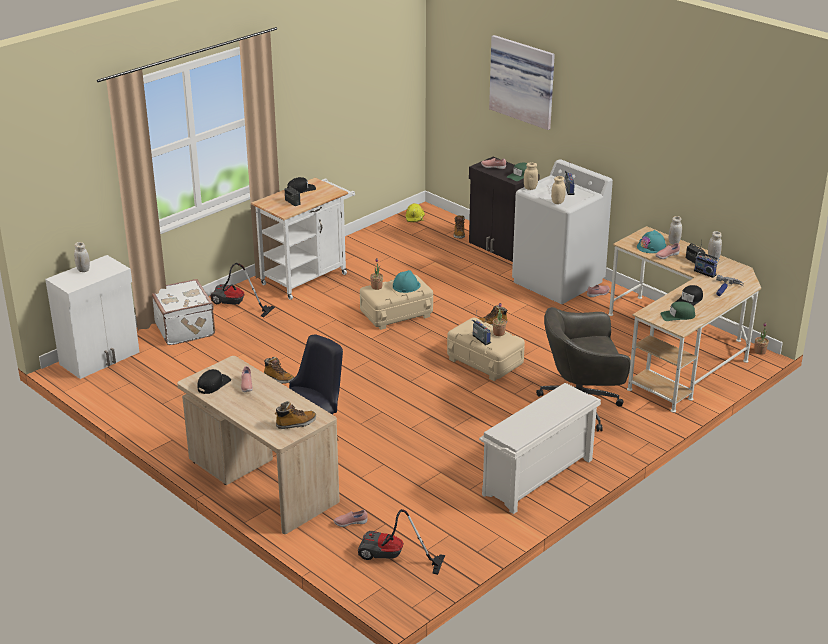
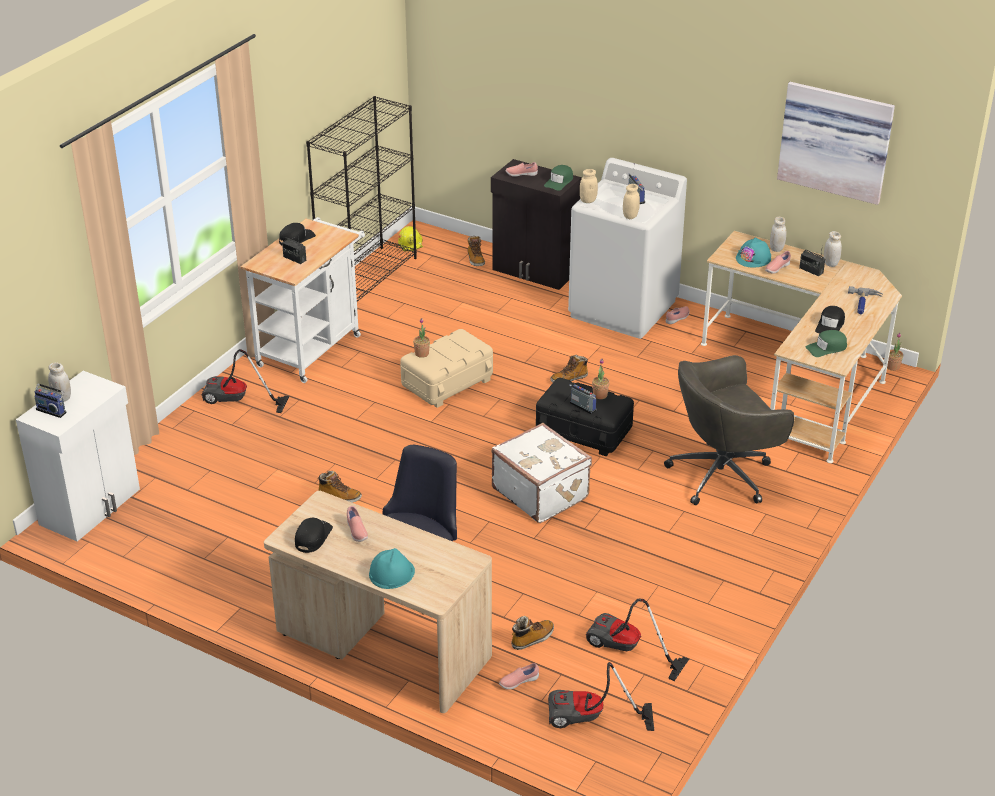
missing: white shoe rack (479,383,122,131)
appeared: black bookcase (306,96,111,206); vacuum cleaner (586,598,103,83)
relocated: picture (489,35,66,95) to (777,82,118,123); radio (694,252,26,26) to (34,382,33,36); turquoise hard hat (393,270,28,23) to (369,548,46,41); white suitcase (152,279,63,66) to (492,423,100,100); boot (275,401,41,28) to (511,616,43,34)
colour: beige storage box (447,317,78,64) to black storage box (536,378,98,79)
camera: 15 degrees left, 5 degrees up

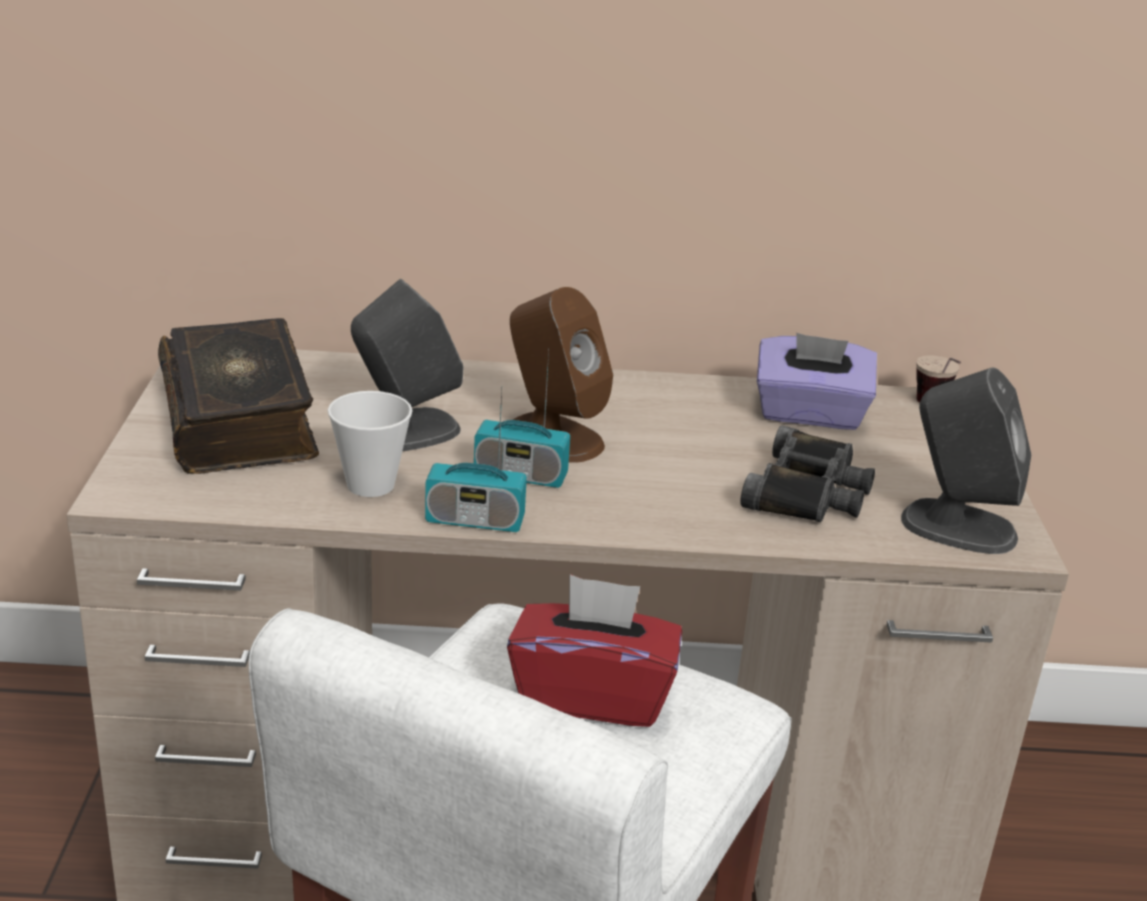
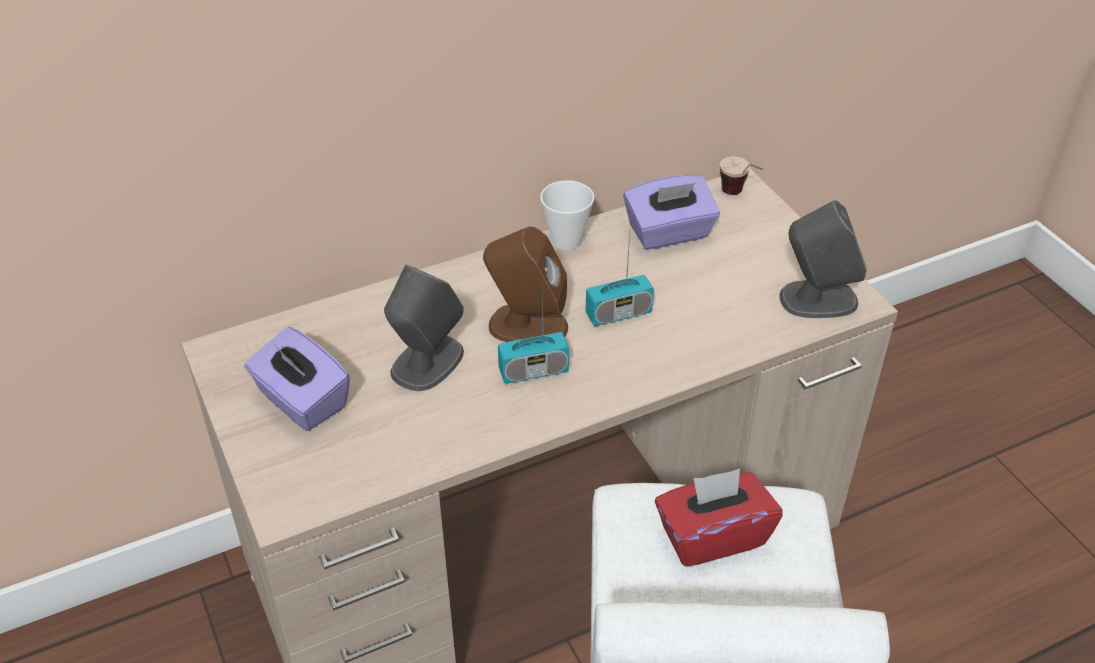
missing: black binoculars (740,425,135,97)
relocated: radio (425,389,102,143) to (586,234,68,92); cup (328,391,85,106) to (540,180,54,70)
exchanged: book (158,318,161,156) to purple tissue box (244,327,106,104)
camera: 25 degrees left, 15 degrees up

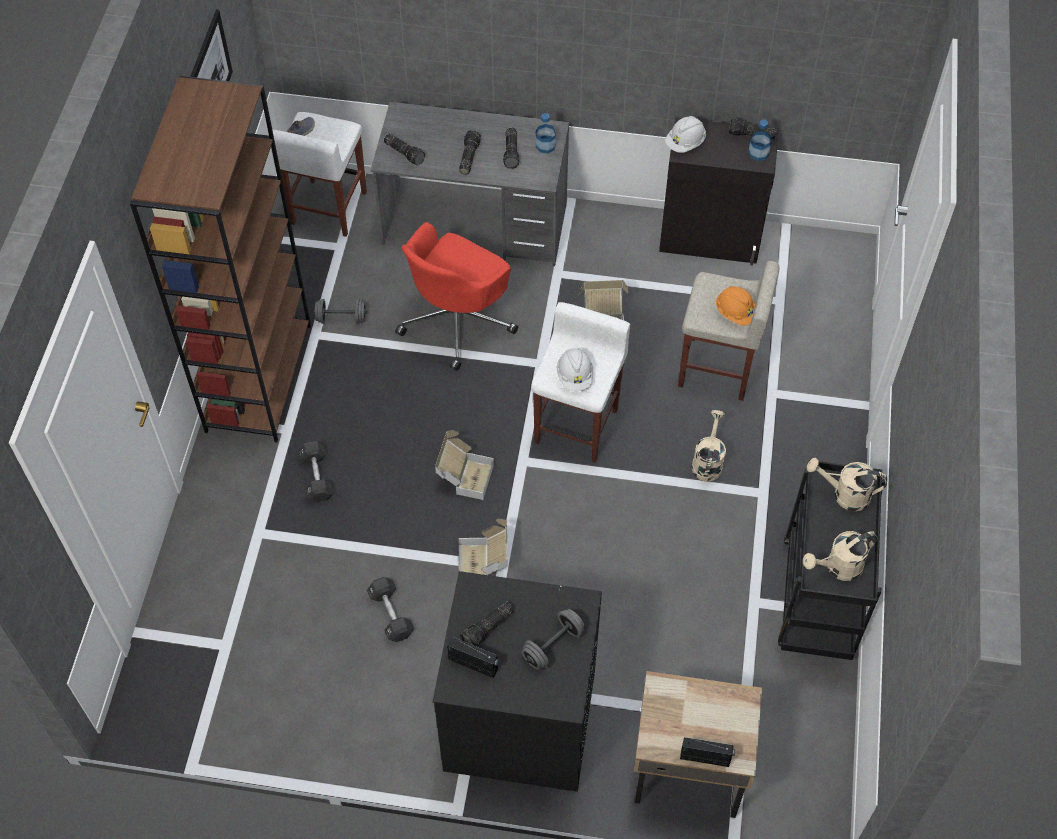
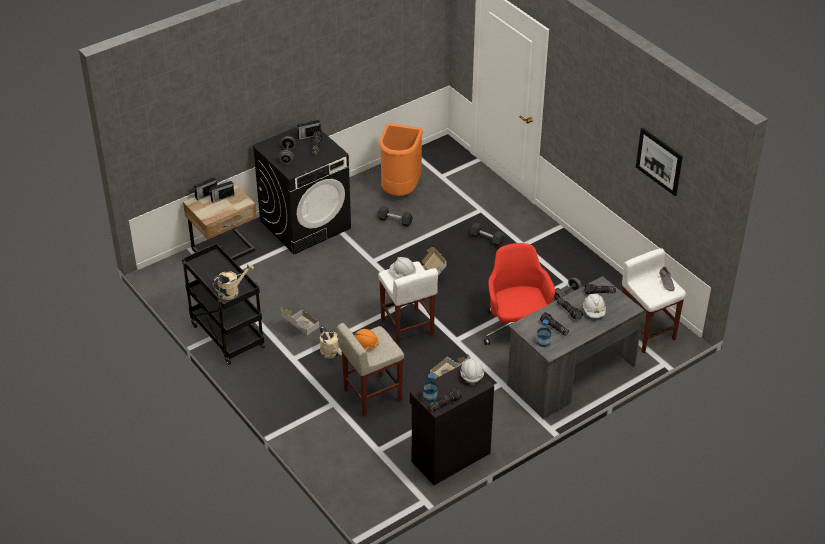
missing: brown bookcase (130,76,181,367); beige watering can (803,531,74,50)
appeared: orange trash can (379,124,44,72); radio (209,180,25,23); white hard hat (583,294,23,24)
relocated: cardboard box (459,519,49,56) to (280,307,39,28)
camera: 135 degrees right, 15 degrees down

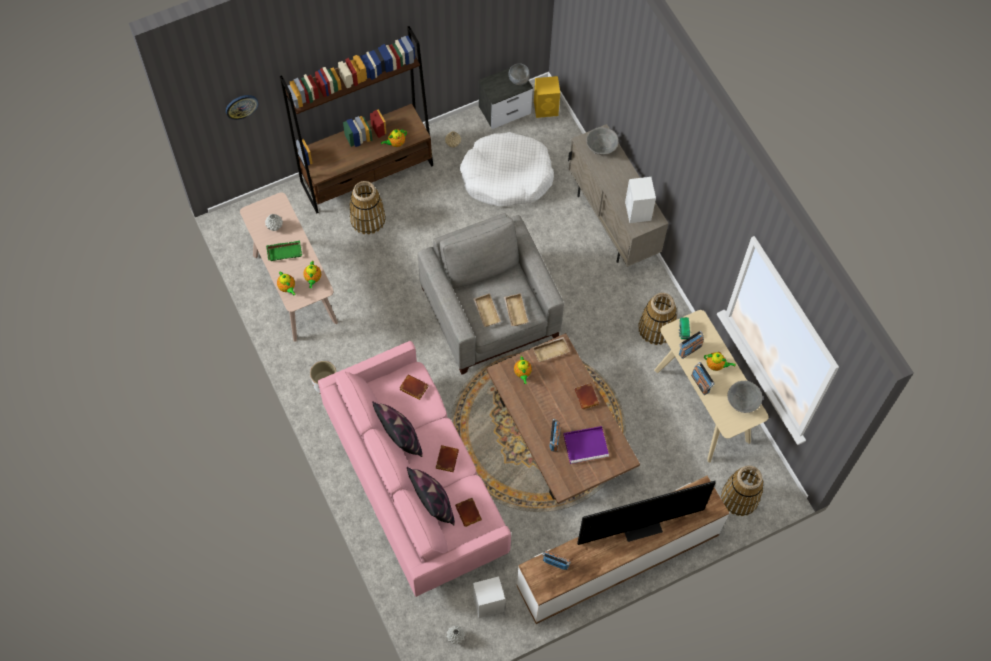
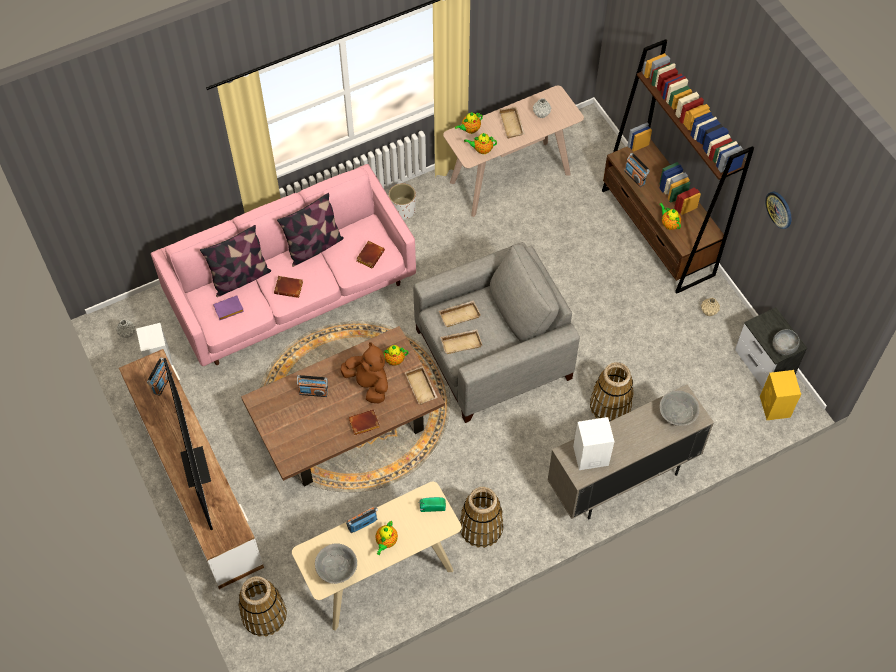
missing: white dog bed (460,132,94,74); purple tray (563,426,46,38)
appeared: brown plush toy (341,342,47,61)
relocated: wall clock (226,95,33,25) to (765,192,27,37); basket (349,181,37,54) to (590,362,43,60); radio (679,331,25,28) to (624,153,26,34)
colour: green tray (266,240,36,21) to beige tray (499,107,26,32); brown book (455,498,27,29) to purple book (213,295,31,25)
camera: 90 degrees right, 5 degrees down

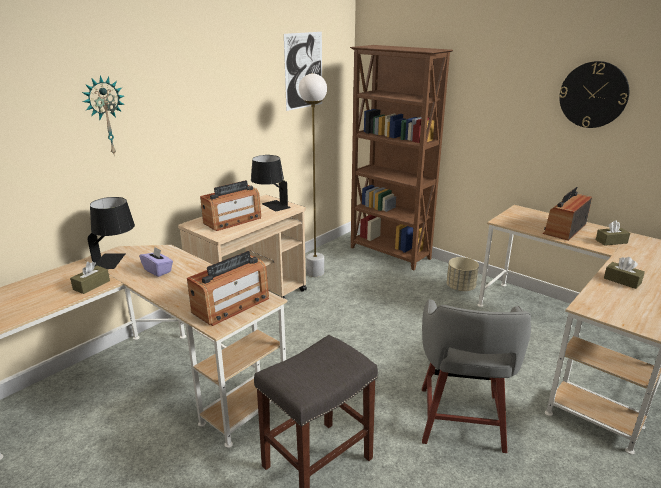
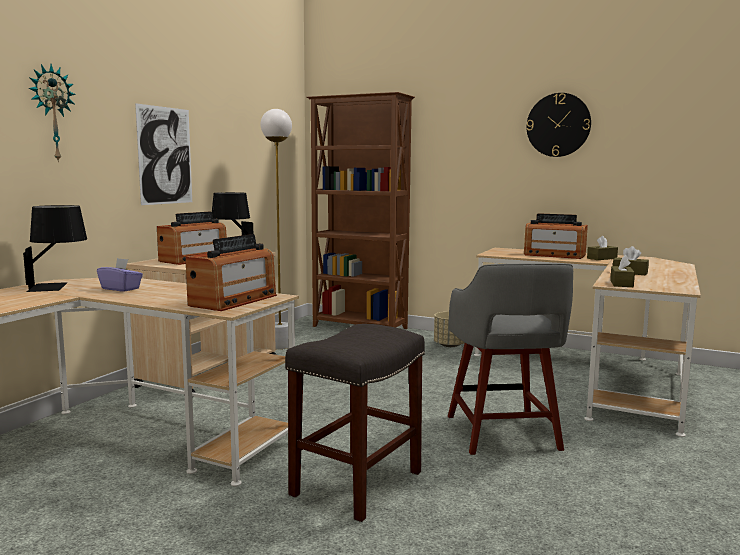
relocated: picture (284,32,38,79) to (135,103,57,102); brown tissue box (70,261,40,33) to (610,255,25,32)
spun: radio (543,187,49,54) = (524,213,64,46) 90 degrees counterclockwise
camera: 15 degrees left, 15 degrees down

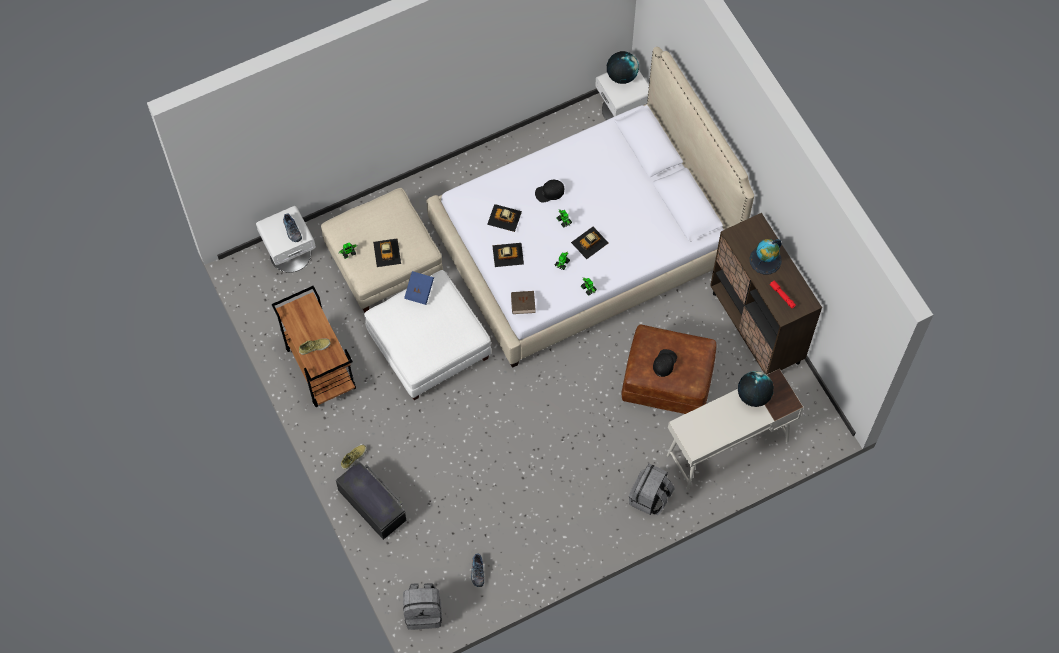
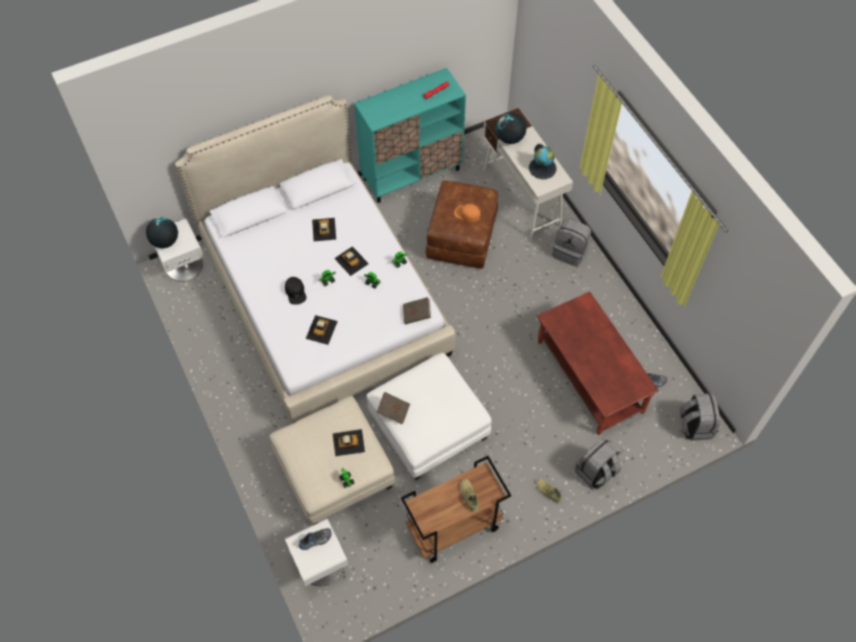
appeared: brown coffee table (537,292,122,143)
relocated: globe (750,239,32,35) to (529,144,28,35); toy car (492,243,32,24) to (312,218,24,23)
exchanged: black storage box (336,461,71,79) to grey backpack (575,437,46,53)
colour: brown cabinet (710,213,112,162) to turquoise cabinet (354,68,112,135); blue book (404,271,30,34) to brown book (377,392,33,33); black cap (653,349,24,28) to orange cap (454,204,27,19)
camera: 90 degrees left, 5 degrees down

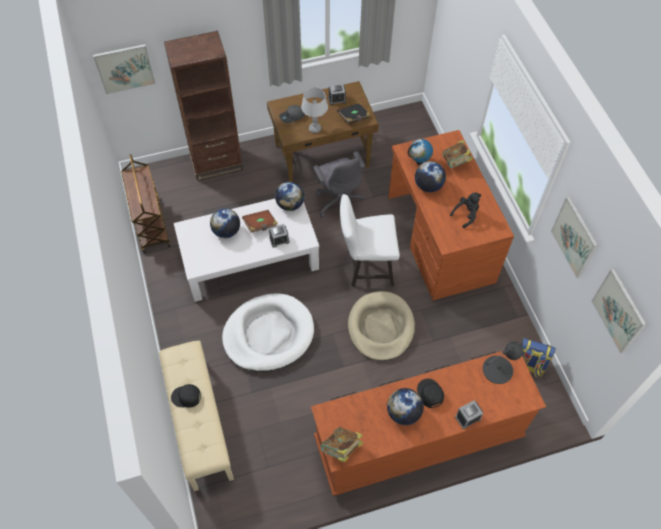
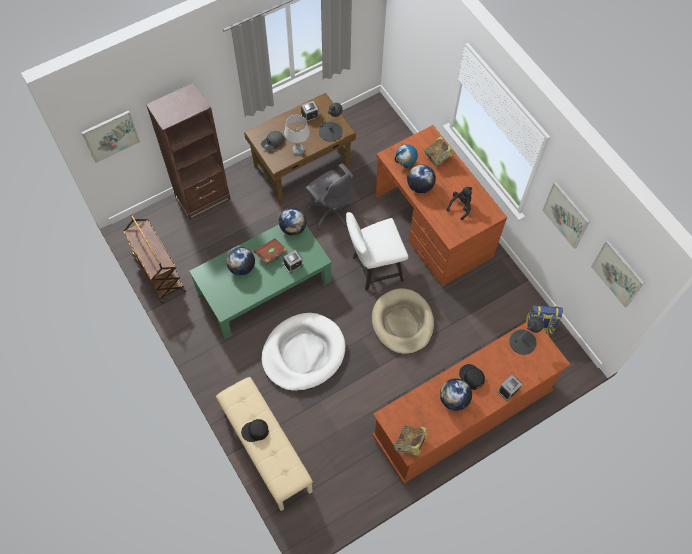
exchanged: black book (337,104,33,19) to black table lamp (319,103,24,39)
colour: white coffee table (174,199,145,103) to green coffee table (189,224,143,115)
camera: 15 degrees left, 5 degrees up

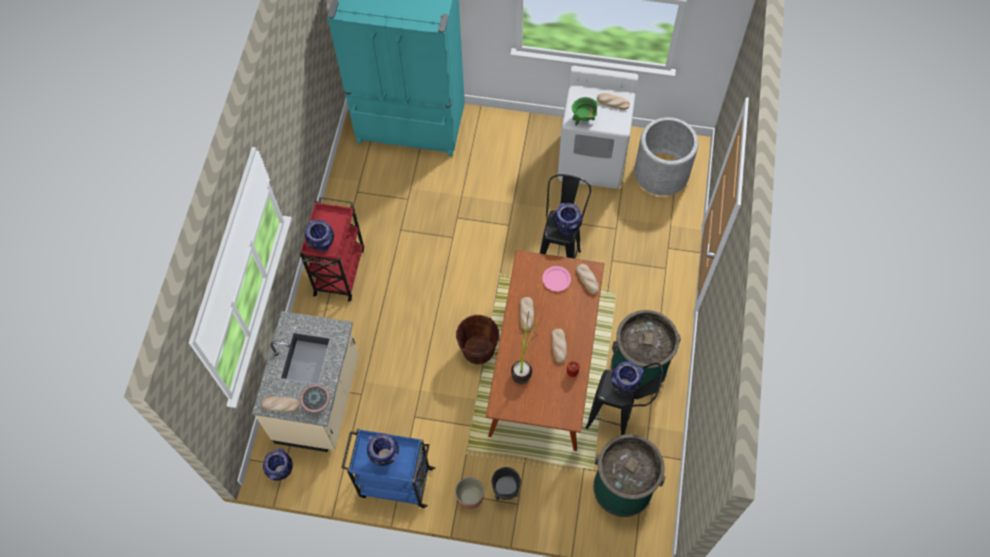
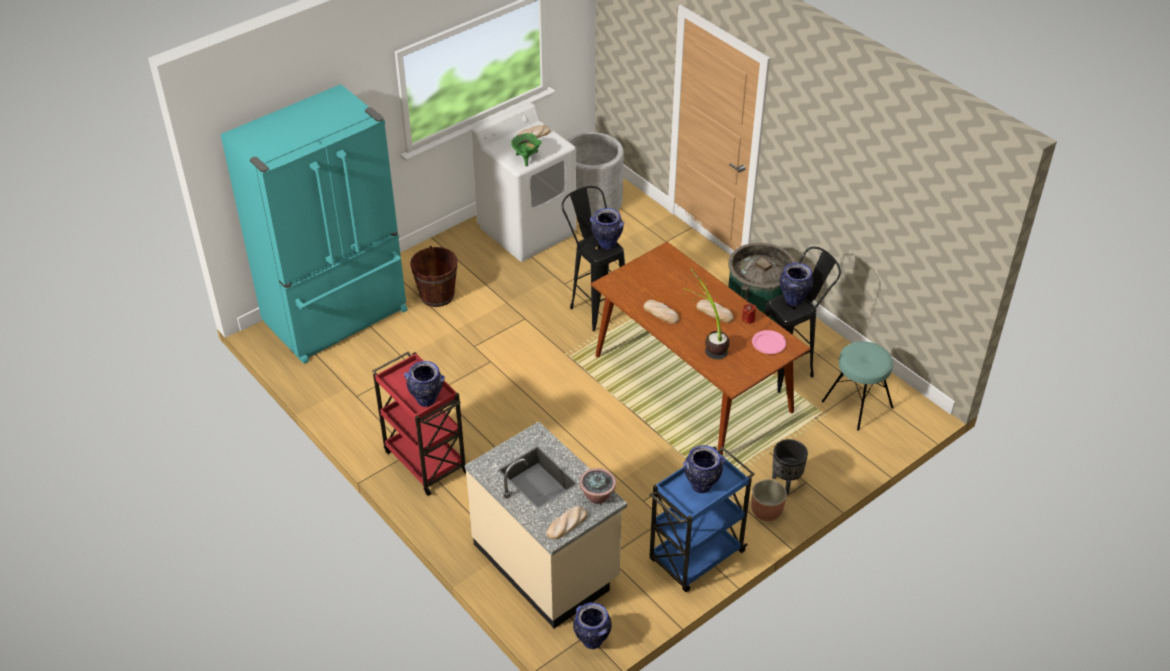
missing: bread (576,264,23,31)
relocated: pink plate (542,266,29,26) to (752,330,34,24); brown bucket (456,315,43,49) to (410,246,48,61)
exchanged: green trash can (593,434,73,83) to turquoise stool (822,341,72,90)
camera: 50 degrees left, 20 degrees down

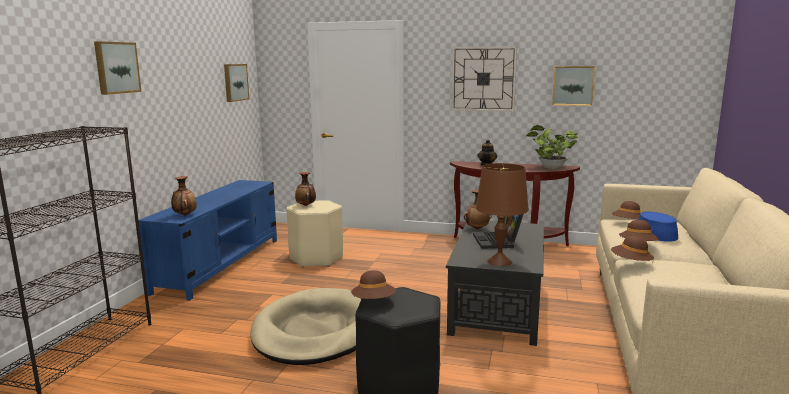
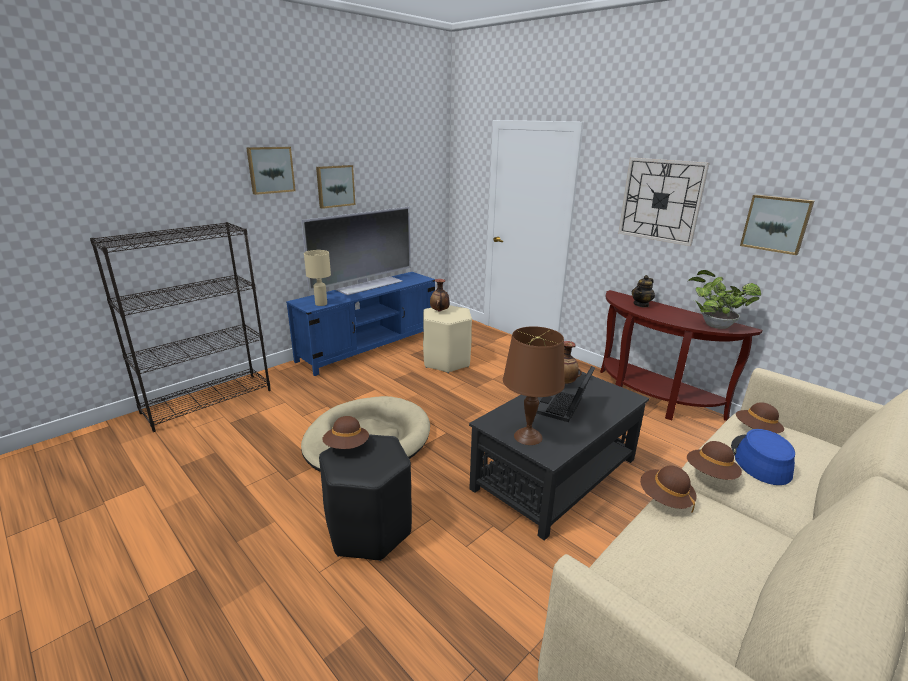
appeared: television (301,206,110,89)
relocated: picture (224,64,25,38) to (316,165,39,44)
exchanged: vase (171,176,26,40) to beige table lamp (304,250,27,56)
camera: 30 degrees right, 10 degrees up

